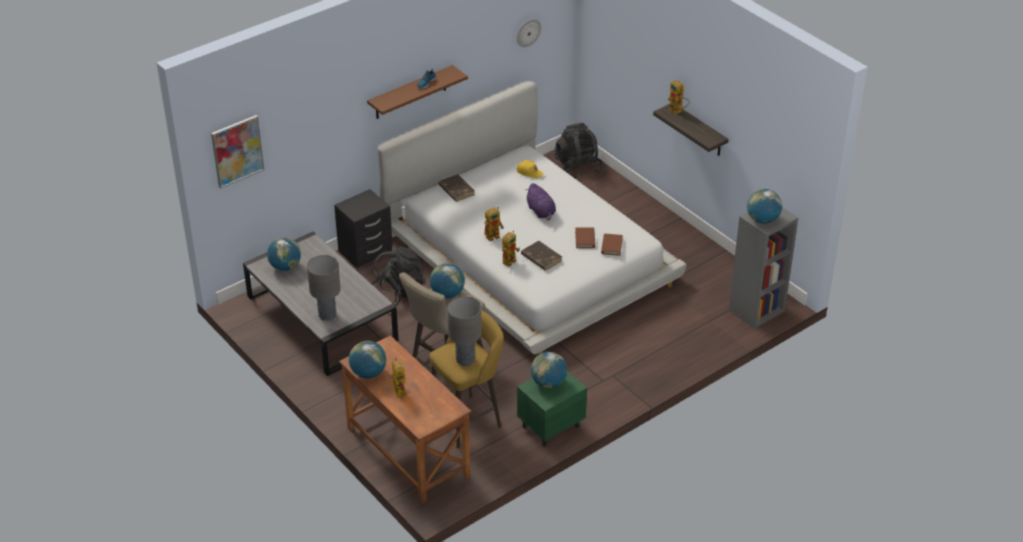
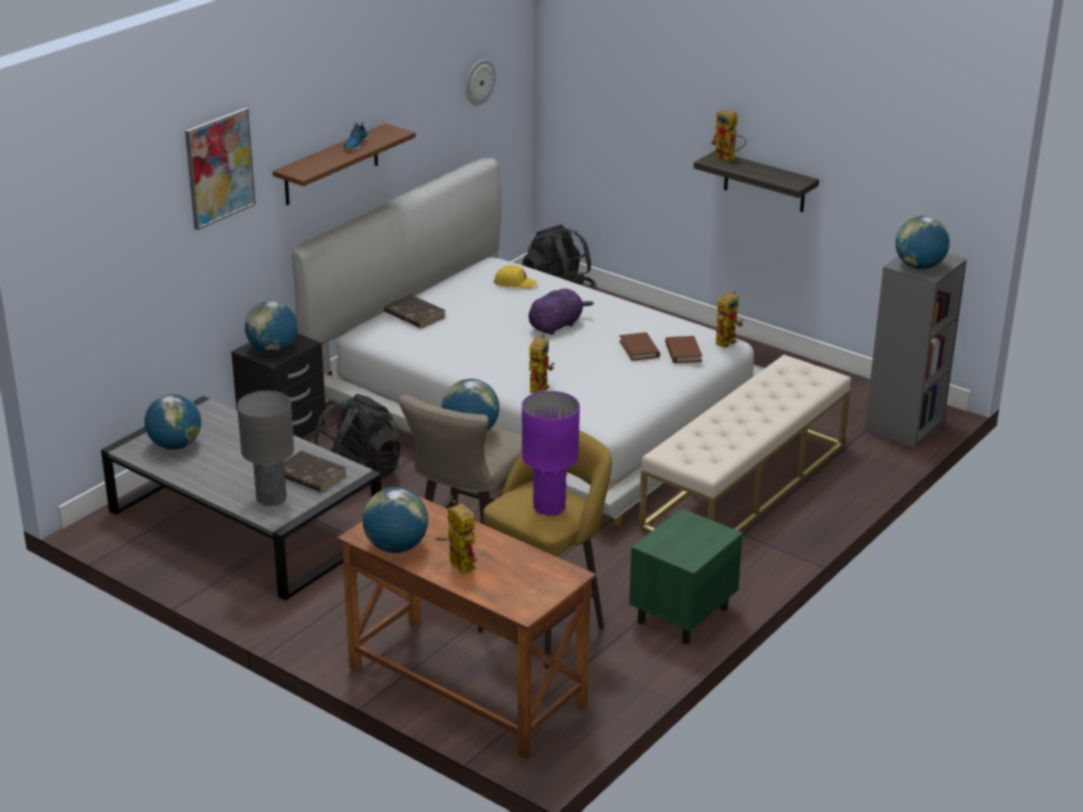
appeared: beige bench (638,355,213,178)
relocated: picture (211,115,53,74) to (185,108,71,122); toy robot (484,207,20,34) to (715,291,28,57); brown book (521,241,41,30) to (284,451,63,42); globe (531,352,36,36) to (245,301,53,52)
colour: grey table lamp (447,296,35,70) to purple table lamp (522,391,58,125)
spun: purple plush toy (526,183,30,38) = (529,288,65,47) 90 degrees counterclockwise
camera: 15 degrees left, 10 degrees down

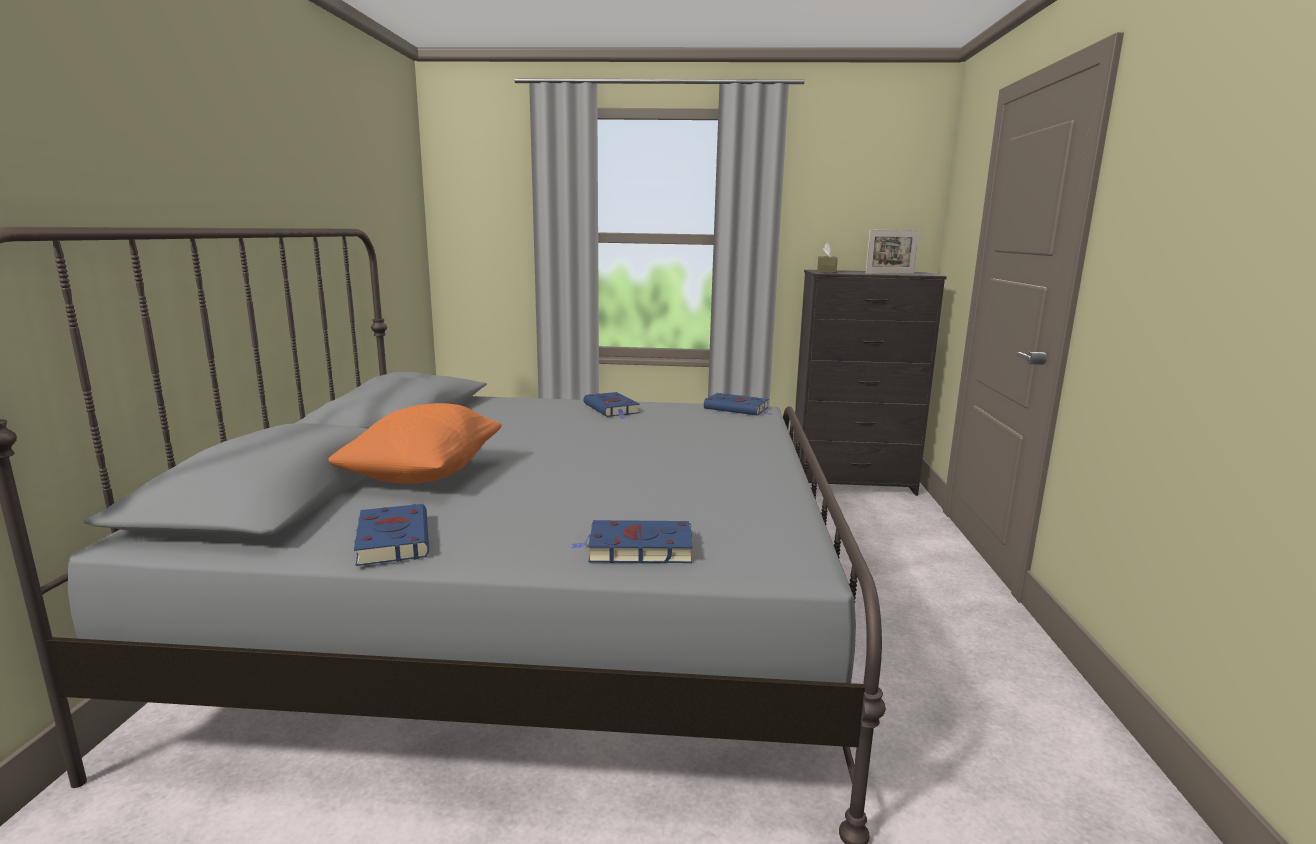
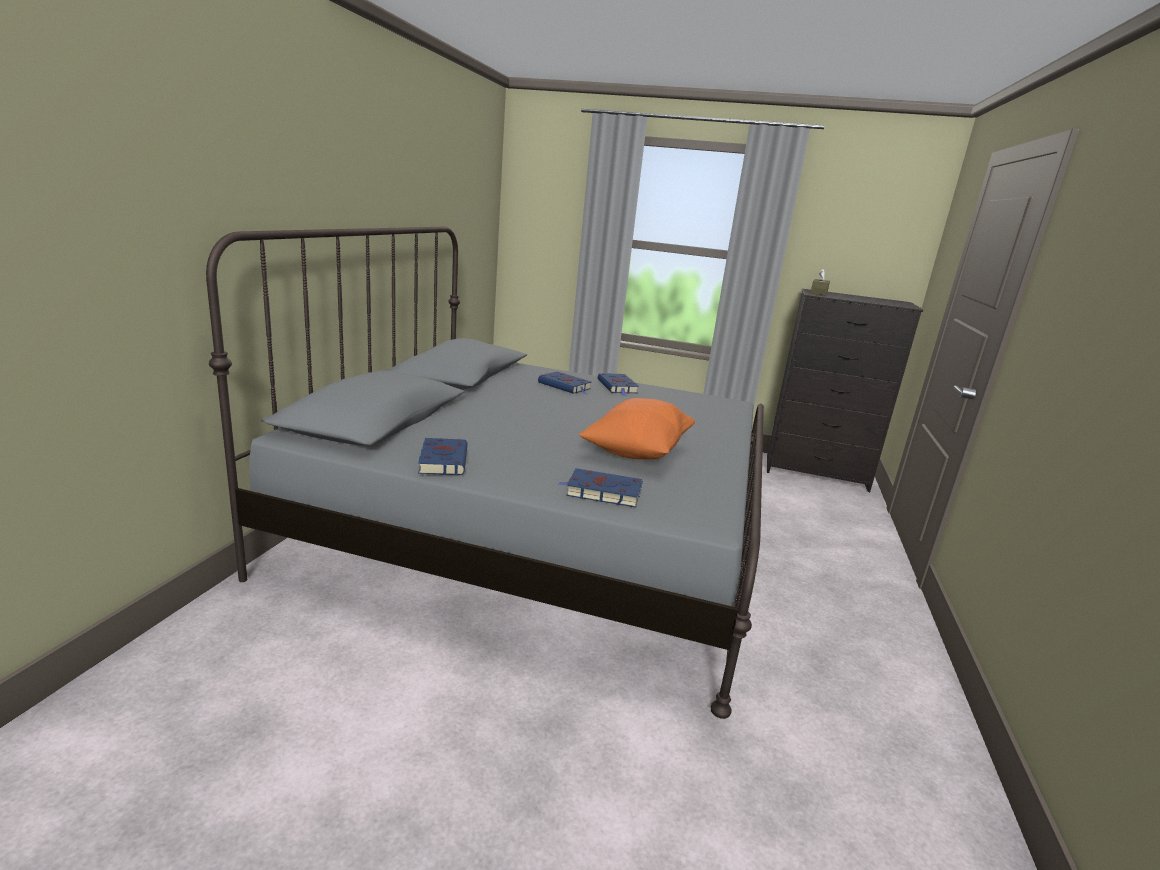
missing: picture frame (866,230,52,44)
relocated: blue book (704,393,68,22) to (538,371,53,24); orange pillow (328,403,174,81) to (579,398,116,62)
camera: 10 degrees right, 5 degrees up

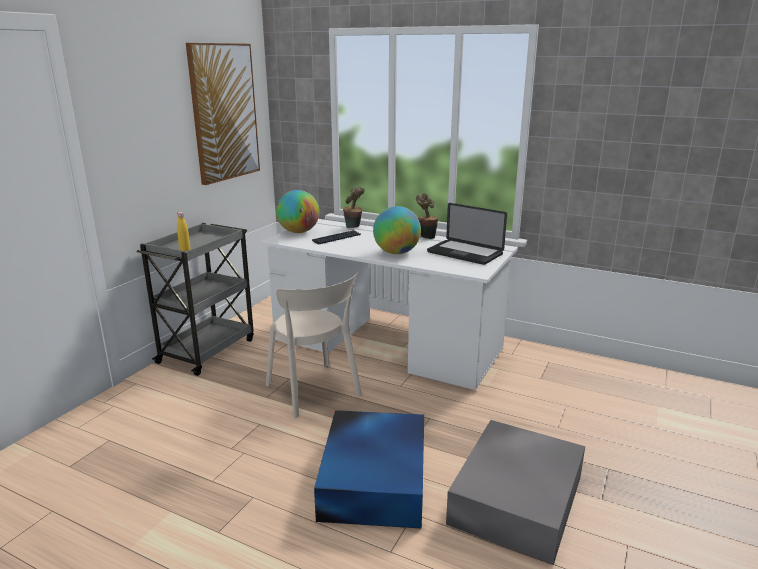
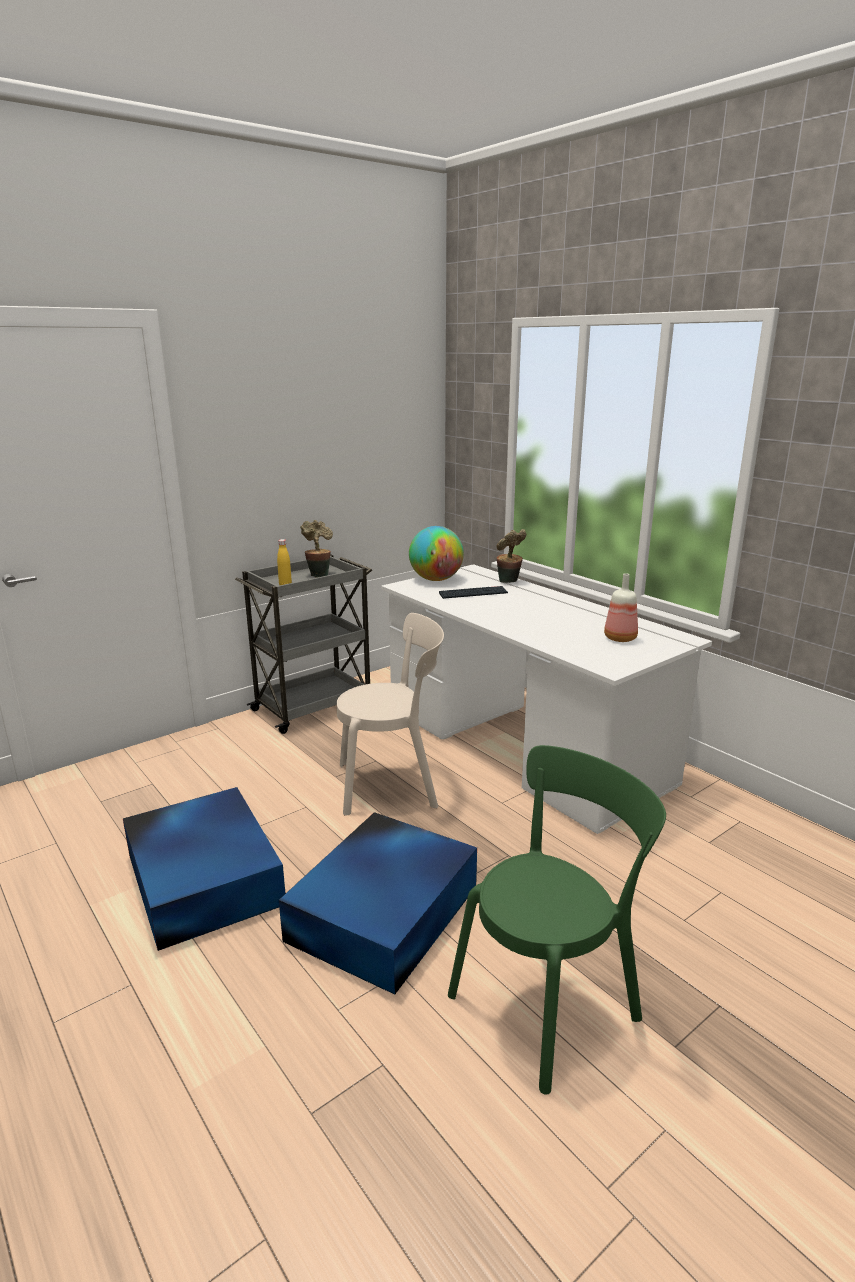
missing: picture (186,43,74,142); globe (373,206,48,48)
appeared: blue storage box (123,787,163,164)
relocated: potted plant (416,193,22,46) to (300,520,33,57)
exchanged: laptop (427,203,80,62) to bottle (604,573,34,69); grey storage box (446,420,139,145) to green chair (448,745,218,350)
spun: beige chair (266,271,96,147) = (337,613,107,203) 90 degrees counterclockwise
camera: 25 degrees right, 0 degrees up

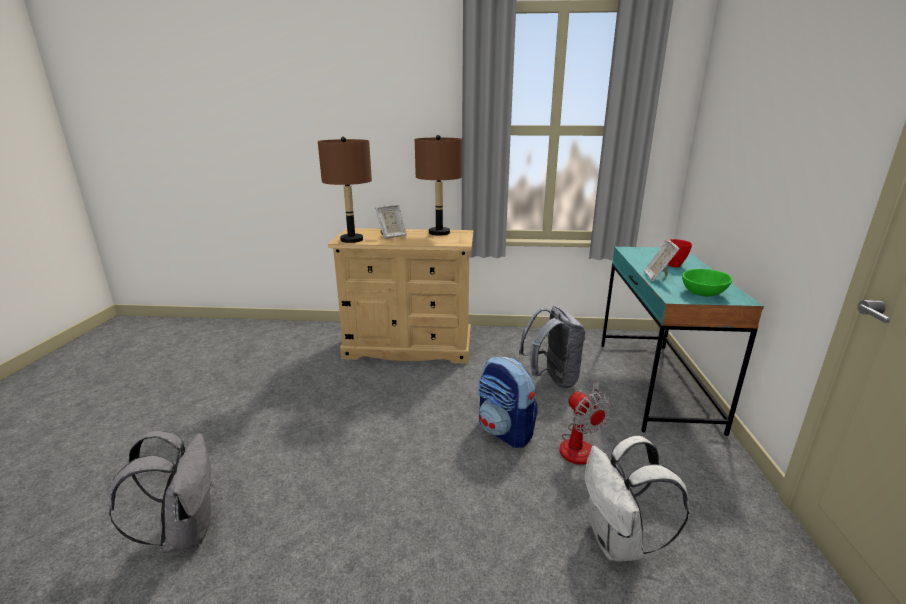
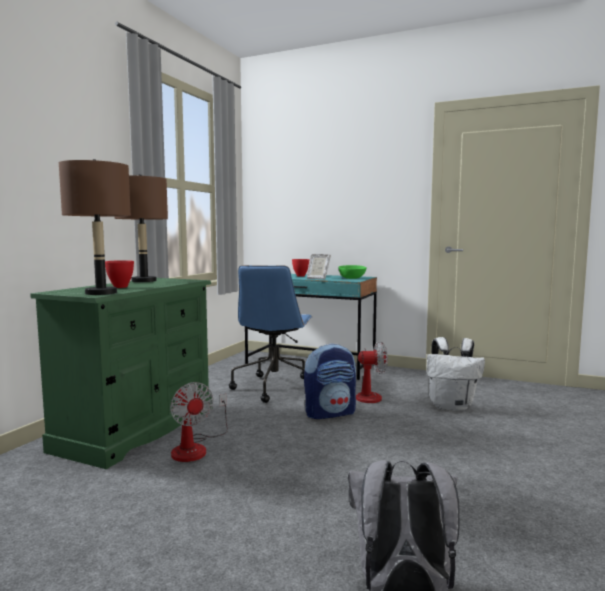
appeared: fan (170,382,58,80)
exchanged: picture frame (375,205,32,34) to red bowl (105,260,29,28); grey backpack (519,306,66,83) to blue office chair (229,265,84,138)
colour: beige dresser (328,228,146,136) to green dresser (30,278,182,191)
camera: 70 degrees left, 15 degrees down

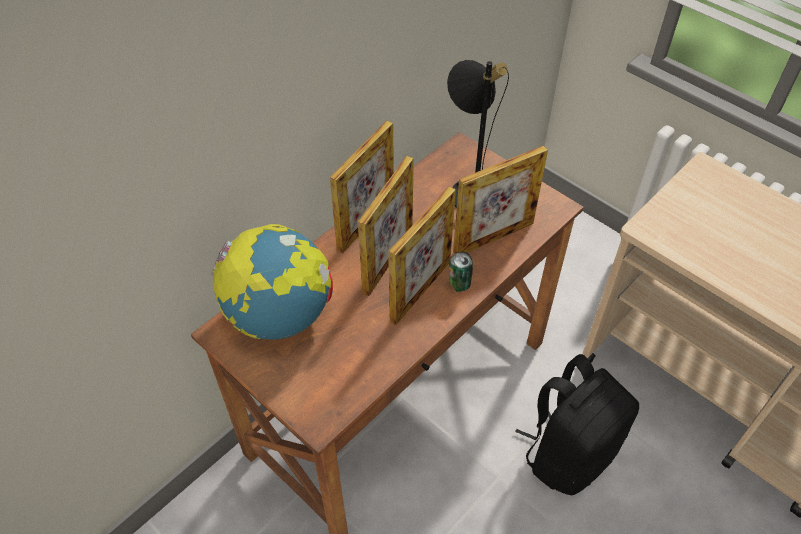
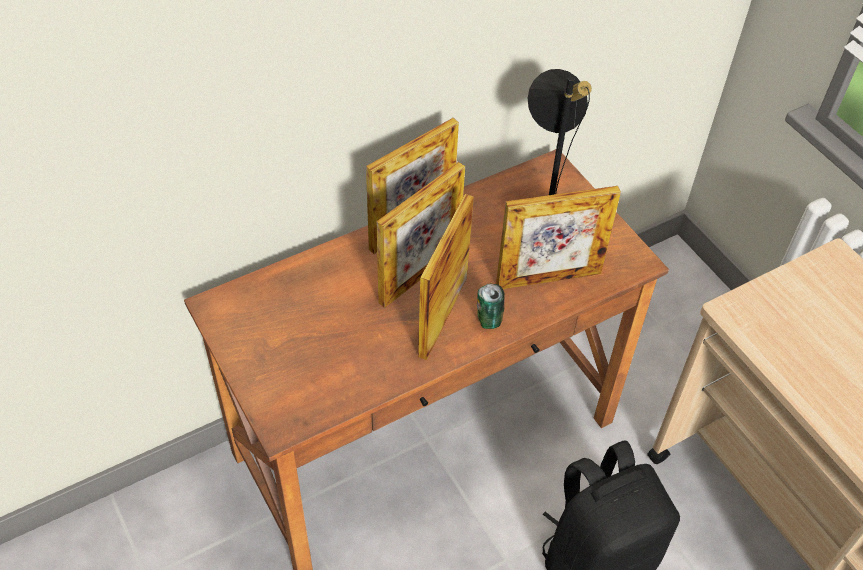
missing: globe (211,224,123,116)
spun: picture frame (388,186,68,139) = (418,194,56,166) 150 degrees clockwise
camera: 15 degrees right, 0 degrees up

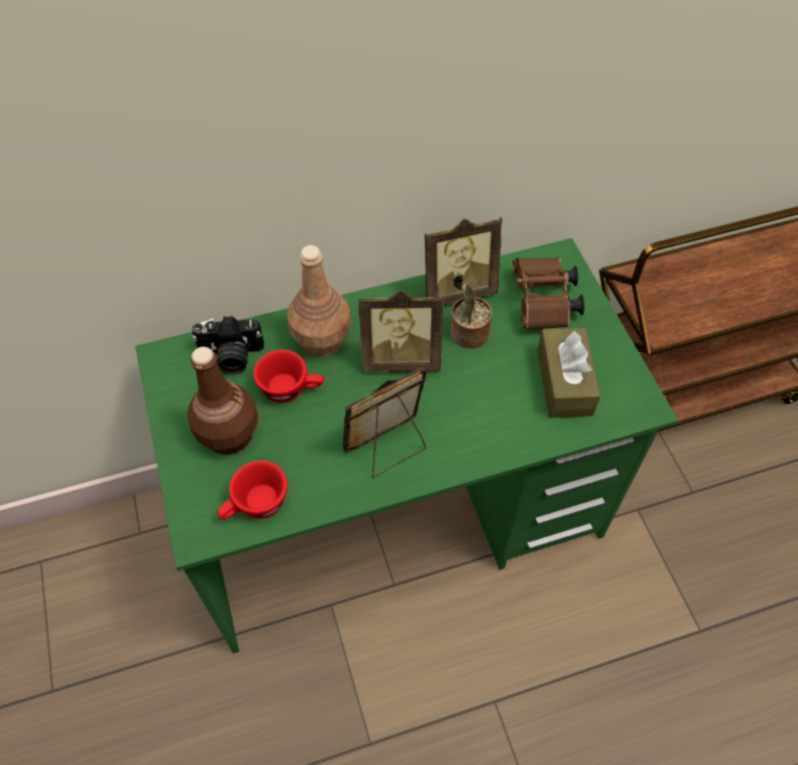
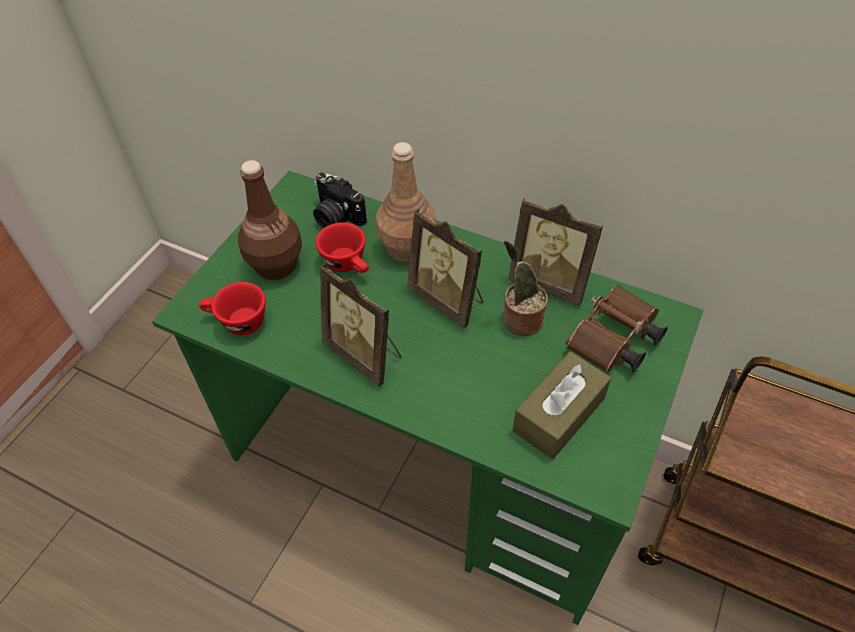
spun: picture frame (343,367,84,110) = (320,264,81,123) 150 degrees counterclockwise
camera: 45 degrees right, 5 degrees down

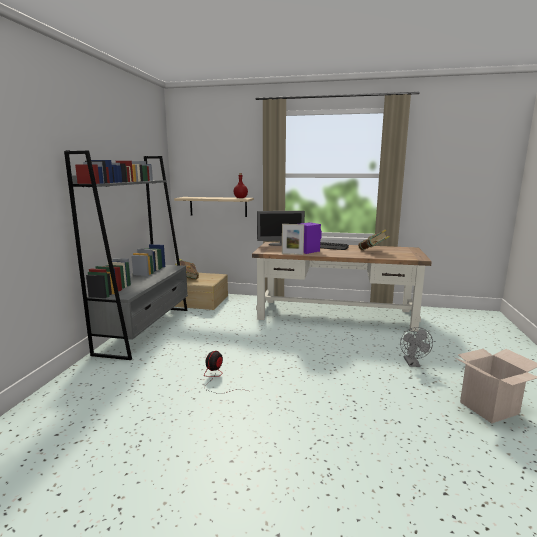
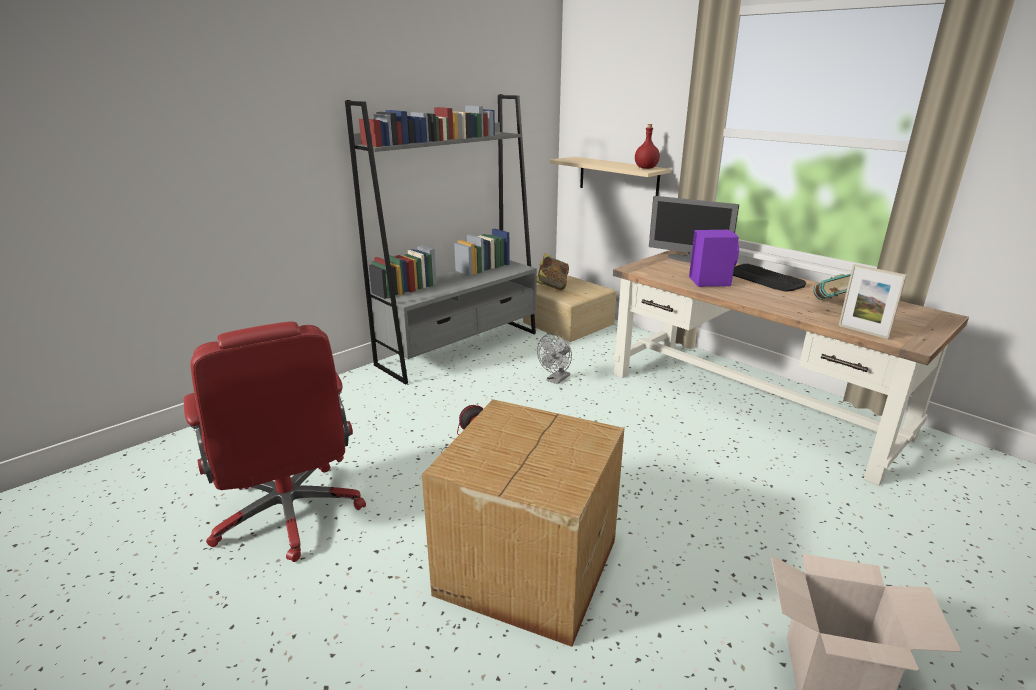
appeared: red office chair (184,321,182,241); cardboard box (422,399,202,248)
relocated: picture frame (282,224,22,31) to (838,264,69,75); grey fan (400,327,33,40) to (537,333,35,51)
camera: 35 degrees right, 10 degrees up

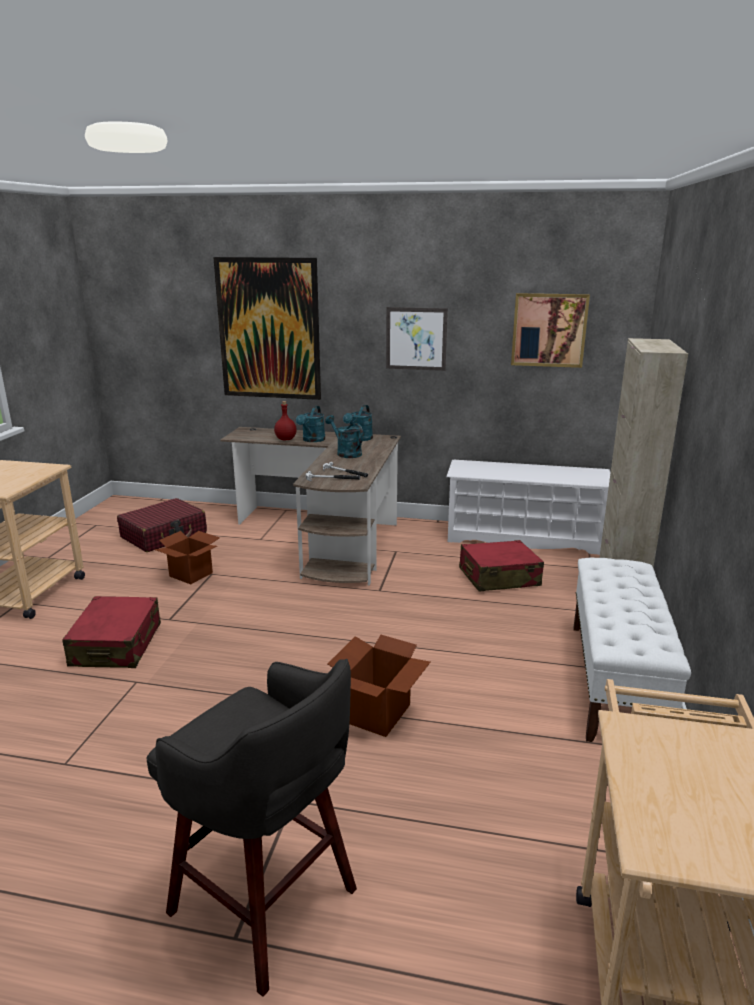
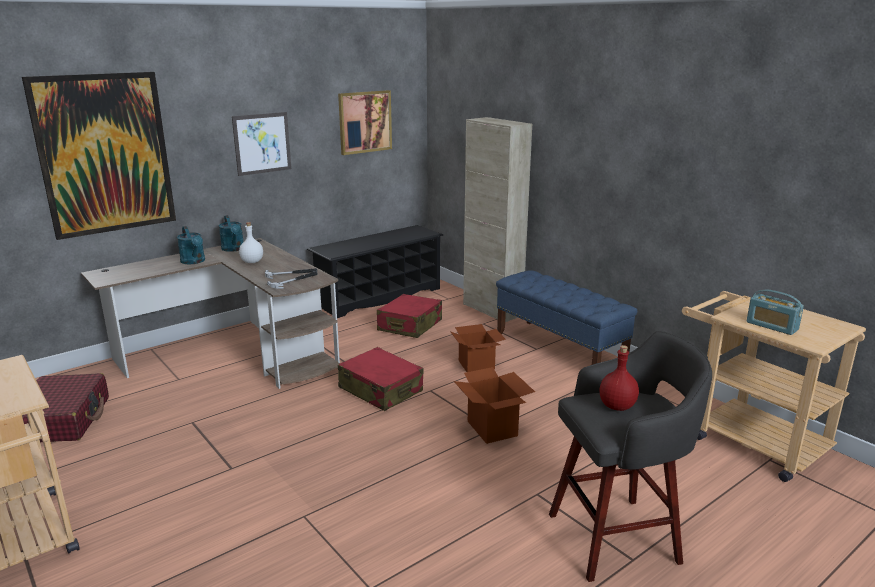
appeared: radio (746,290,58,45)
relocated: red bottle (274,401,22,39) to (600,345,39,66); cardboard box (154,531,66,53) to (450,324,56,48); red suitcase (62,596,99,72) to (338,347,86,64)
exchanged: turquoise watering can (325,415,39,43) to white bottle (239,222,24,41)
colour: white shoe rack (446,460,165,95) to black shoe rack (307,225,136,93); white bench (573,558,118,184) to blue bench (496,270,141,95)
camera: 50 degrees left, 0 degrees up

